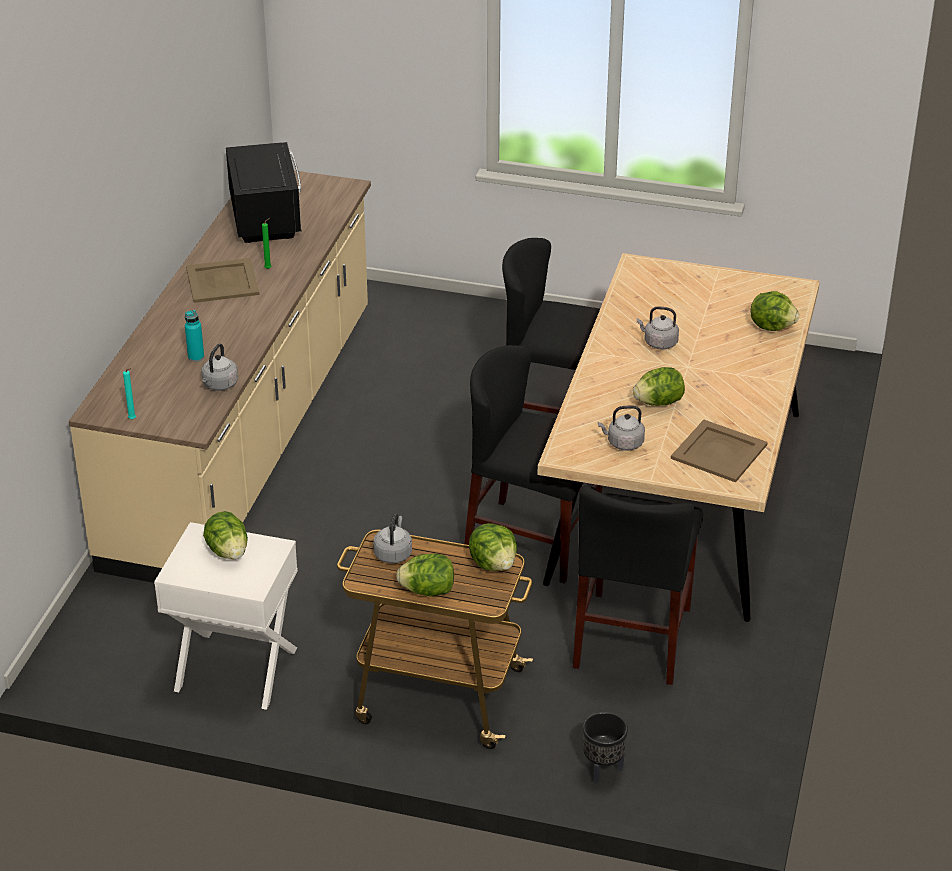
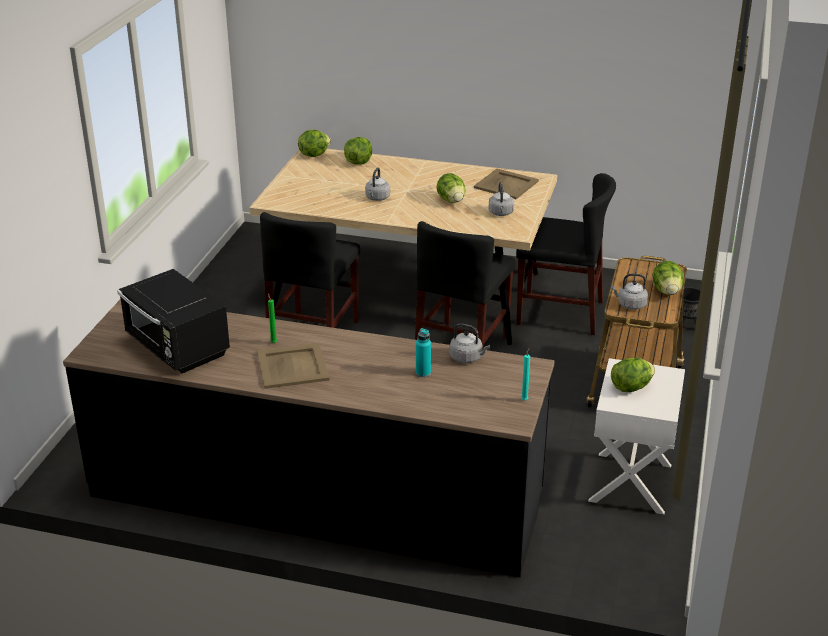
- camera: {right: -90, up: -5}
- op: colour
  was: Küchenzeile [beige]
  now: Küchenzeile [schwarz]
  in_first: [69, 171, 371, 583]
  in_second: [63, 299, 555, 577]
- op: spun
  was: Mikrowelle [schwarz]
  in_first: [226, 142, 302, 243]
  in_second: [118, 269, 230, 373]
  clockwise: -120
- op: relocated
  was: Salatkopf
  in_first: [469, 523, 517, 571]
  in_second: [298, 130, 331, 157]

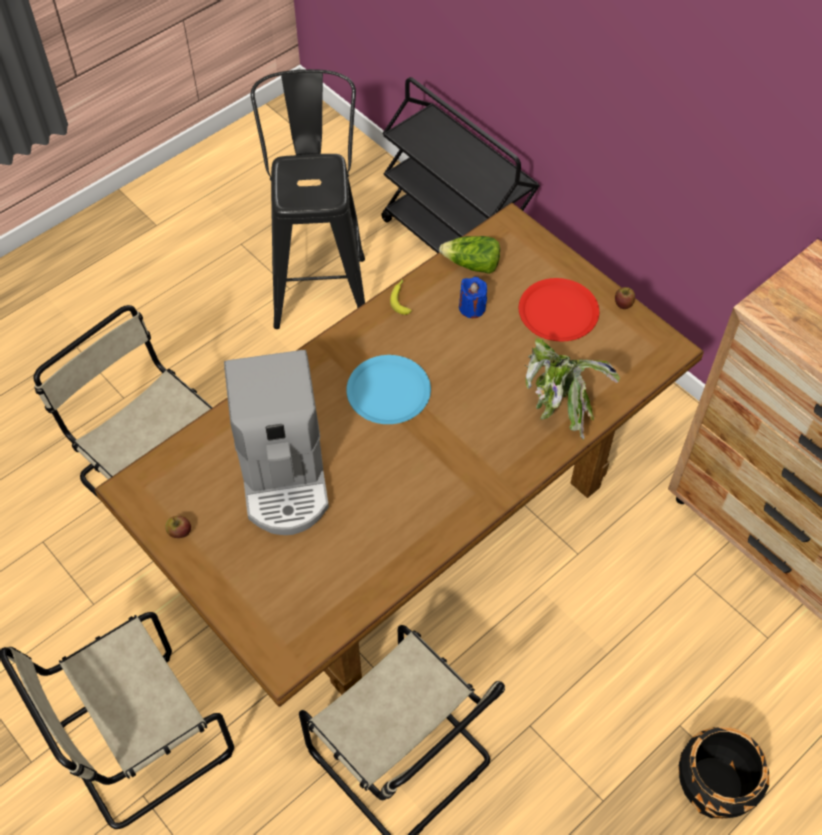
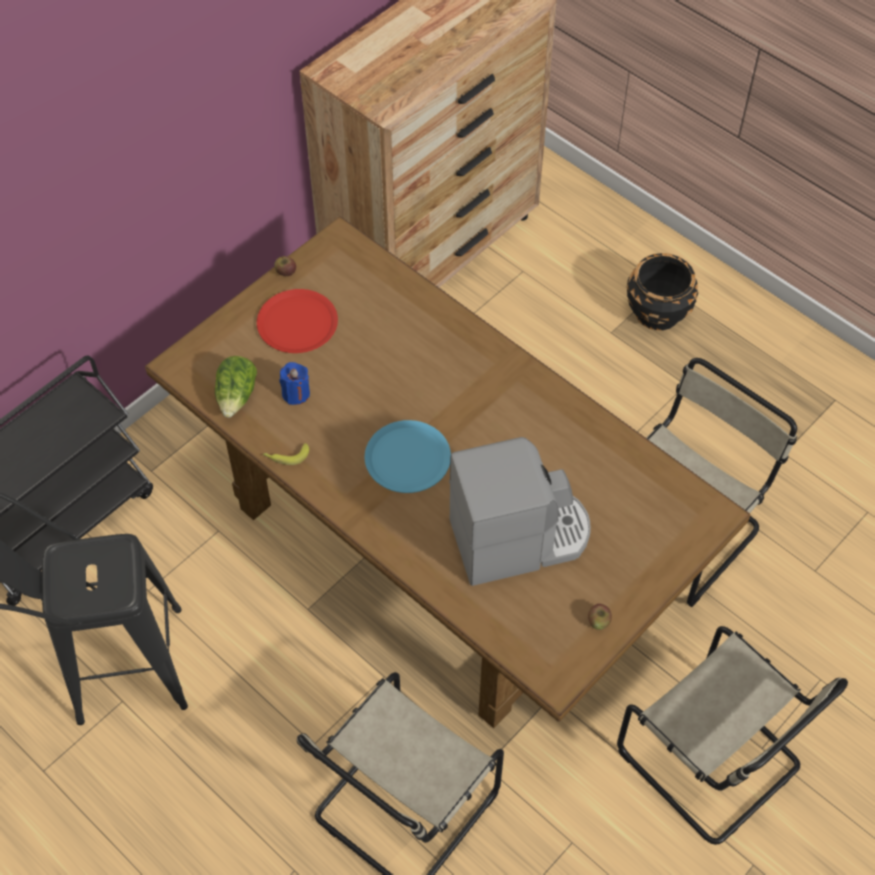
- camera: {right: -95, up: 0}
- op: missing
  was: Topfpflanze
  in_first: [525, 339, 620, 441]

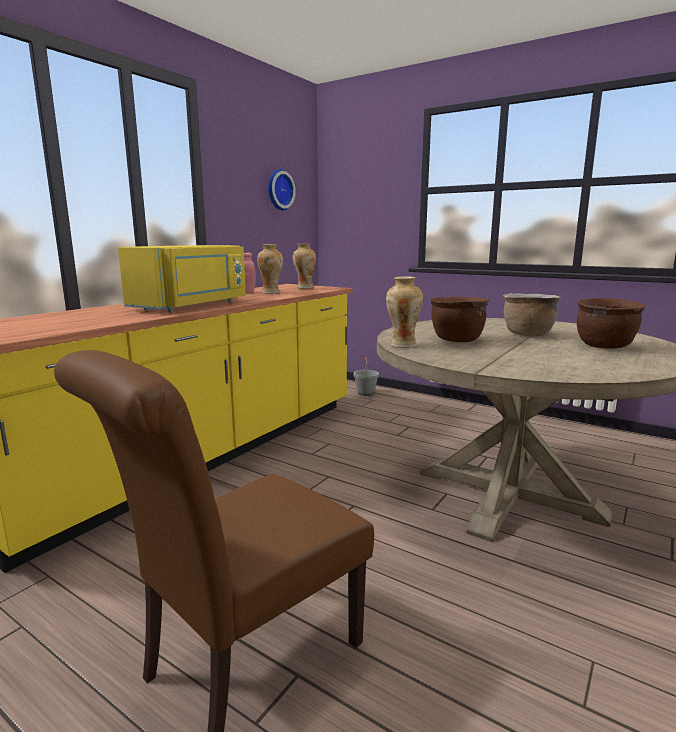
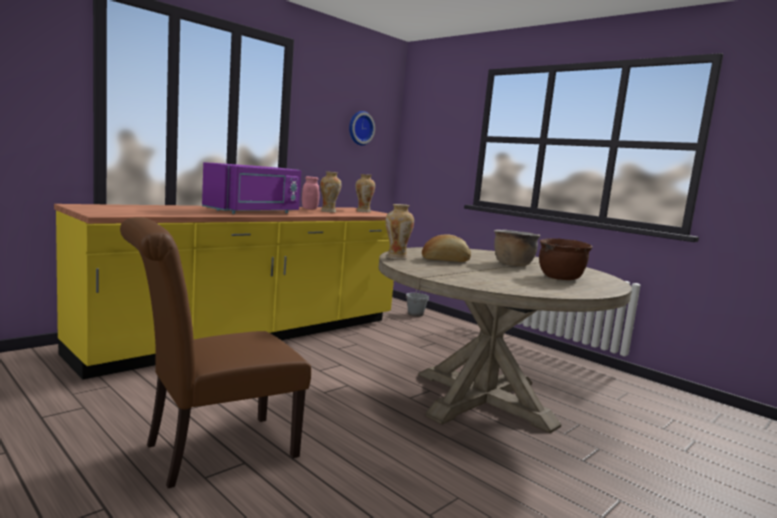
- camera: {right: 10, up: -5}
- op: colour
  was: Mikrowelle [gelb]
  now: Mikrowelle [lila]
  in_first: [118, 245, 246, 312]
  in_second: [202, 162, 301, 214]
- op: exchanged
  was: Kochtopf [braun]
  now: Brot
  in_first: [430, 297, 489, 342]
  in_second: [422, 234, 471, 262]

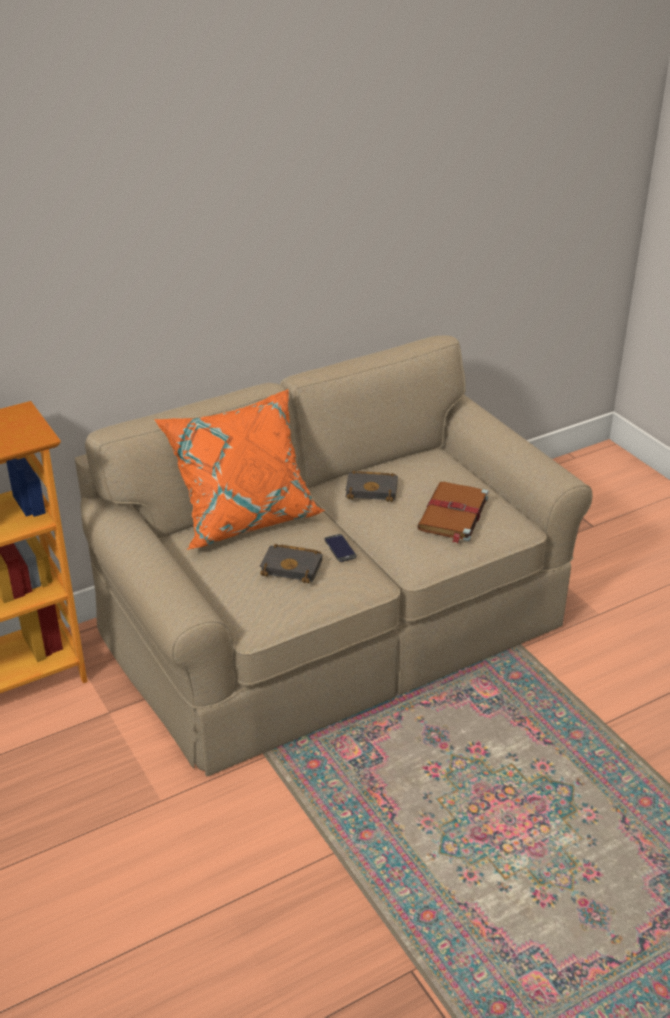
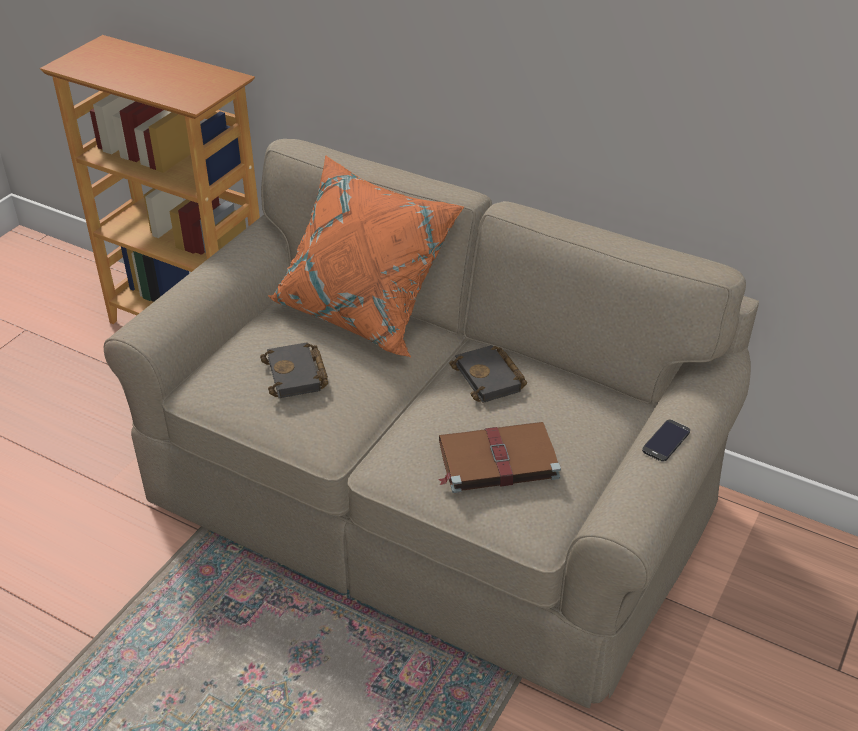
- camera: {right: 60, up: 5}
- op: relocated
  was: Handy
  in_first: [325, 534, 356, 562]
  in_second: [642, 420, 690, 462]

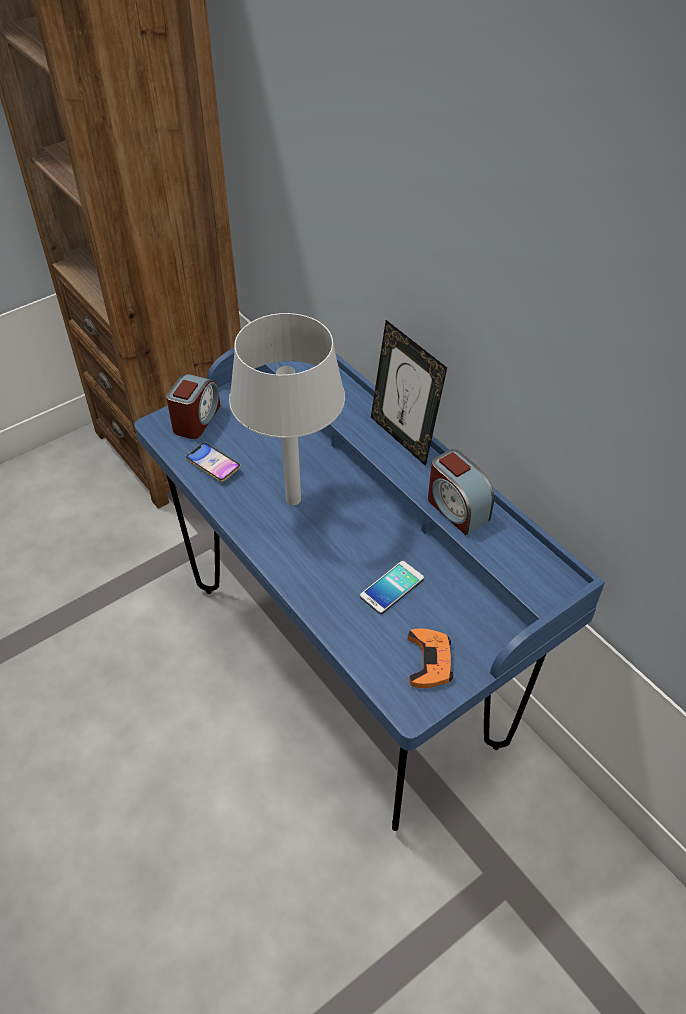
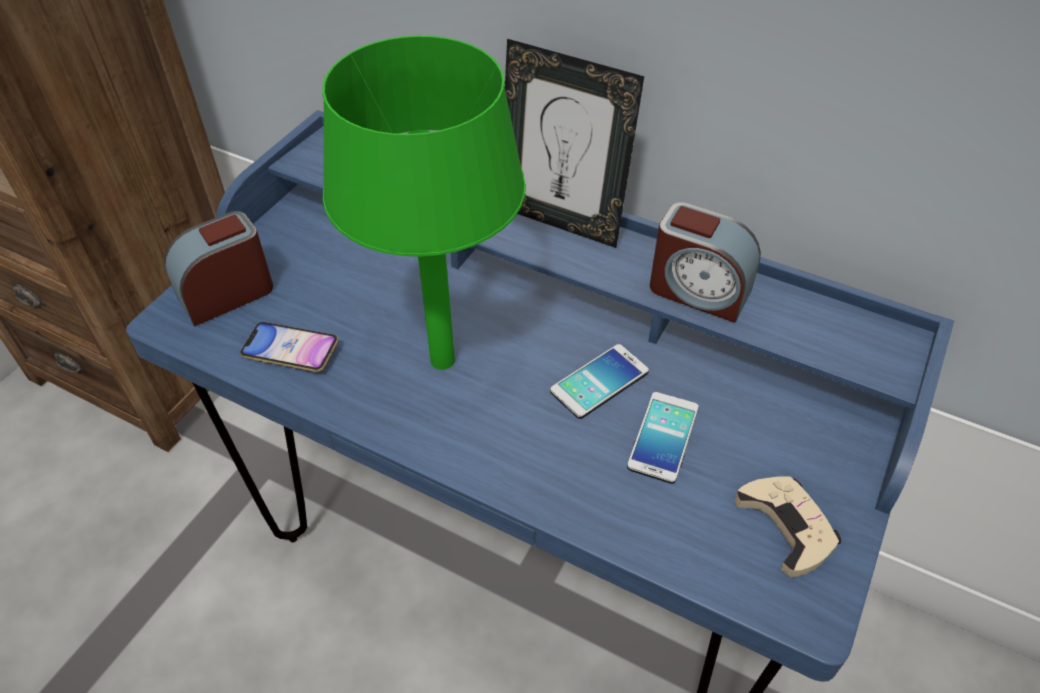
- camera: {right: -25, up: 0}
- op: spun
  was: Wecker
  in_first: [166, 374, 220, 439]
  in_second: [164, 211, 273, 326]
  clockwise: -120
- op: colour
  was: Tischlampe [grau]
  now: Tischlampe [grün]
  in_first: [229, 313, 345, 505]
  in_second: [322, 36, 526, 370]
- op: appeared
  now: Handy
  in_second: [550, 344, 649, 419]
- op: colour
  was: Gamepad [orange]
  now: Gamepad [beige]
  in_first: [408, 628, 453, 688]
  in_second: [735, 476, 841, 577]

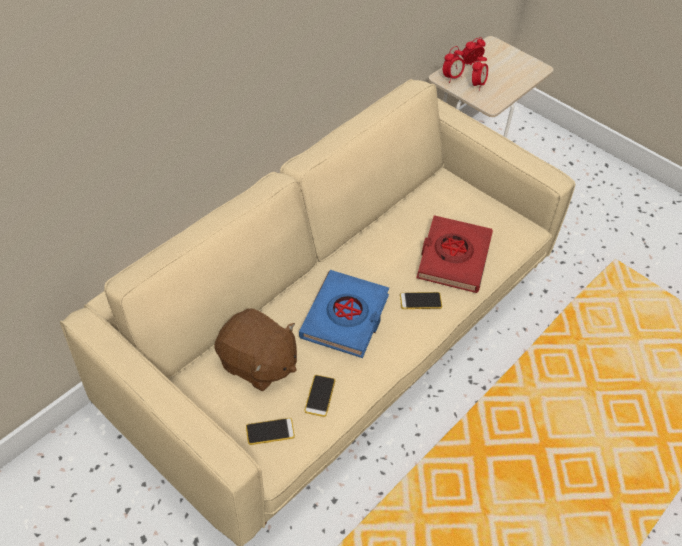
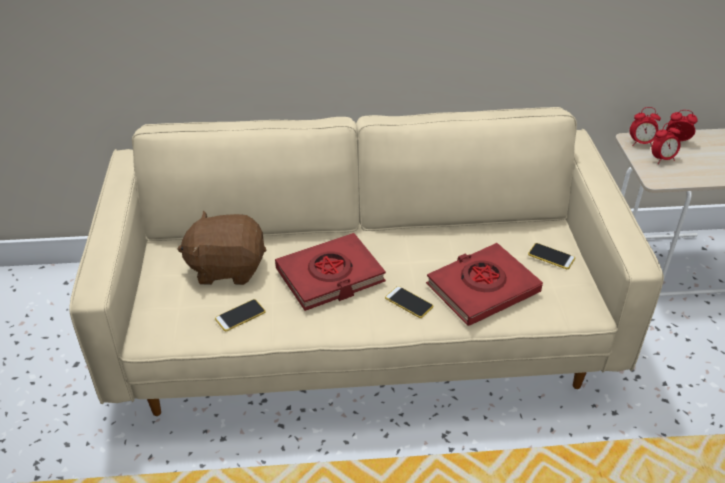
- camera: {right: 45, up: -10}
- op: spun
  was: Plüschtier [braun]
  in_first: [214, 308, 297, 391]
  in_second: [177, 210, 266, 285]
  clockwise: 105
- op: colour
  was: Buch [blau]
  now: Buch [rot]
  in_first: [299, 270, 389, 358]
  in_second: [275, 233, 386, 311]
- op: relocated
  was: Handy
  in_first: [246, 418, 295, 445]
  in_second: [528, 243, 575, 269]

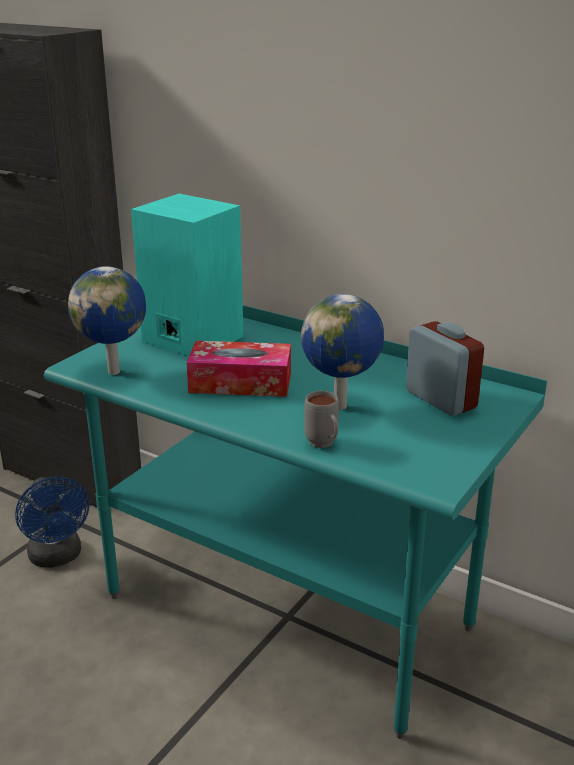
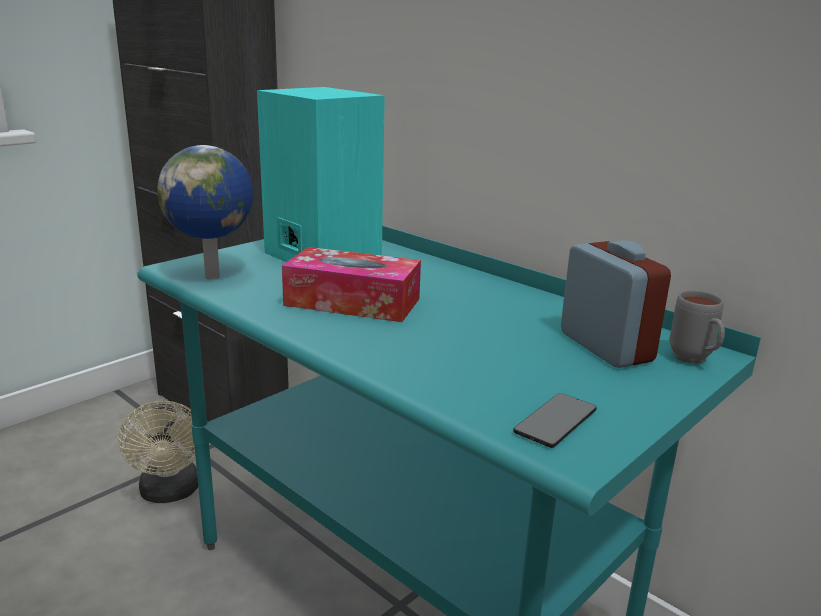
- camera: {right: 10, up: -5}
- op: colour
  was: Ventilator [blau]
  now: Ventilator [beige]
  in_first: [15, 477, 89, 568]
  in_second: [118, 401, 198, 503]
- op: appeared
  now: Handy
  in_second: [513, 393, 597, 448]
- op: relocated
  was: Henkelbecher [grau]
  in_first: [304, 391, 339, 448]
  in_second: [669, 290, 725, 364]
- op: missing
  was: Globus
  in_first: [301, 294, 384, 410]

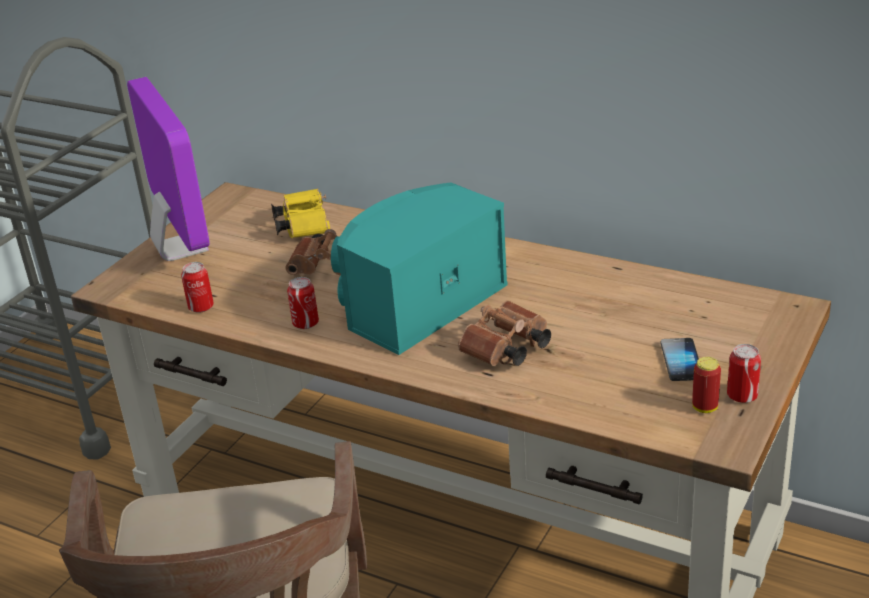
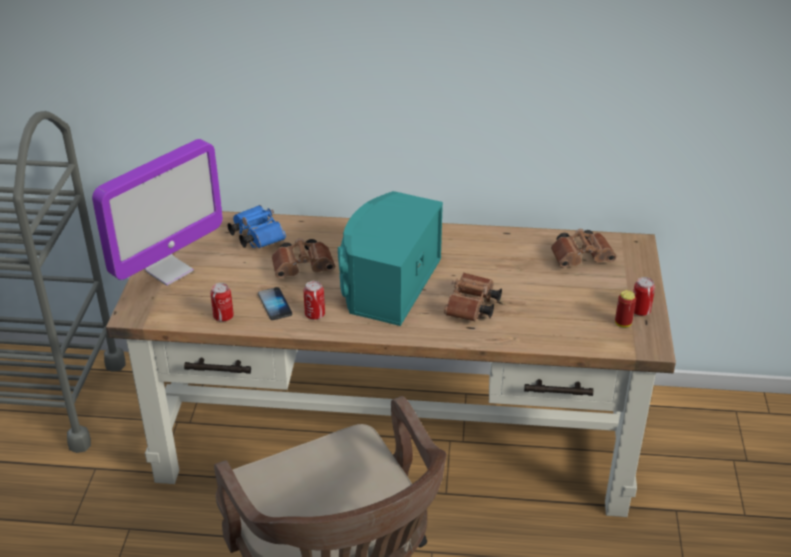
- camera: {right: -25, up: 5}
- op: spun
  was: Monitor
  in_first: [127, 77, 210, 261]
  in_second: [92, 139, 223, 286]
  clockwise: 90
- op: colour
  was: Fernglas [gelb]
  now: Fernglas [blau]
  in_first: [271, 188, 330, 238]
  in_second: [228, 205, 286, 248]
- op: relocated
  was: Handy
  in_first: [661, 338, 699, 381]
  in_second: [258, 287, 292, 320]
- op: appeared
  now: Fernglas [braun]
  in_second: [551, 229, 617, 268]

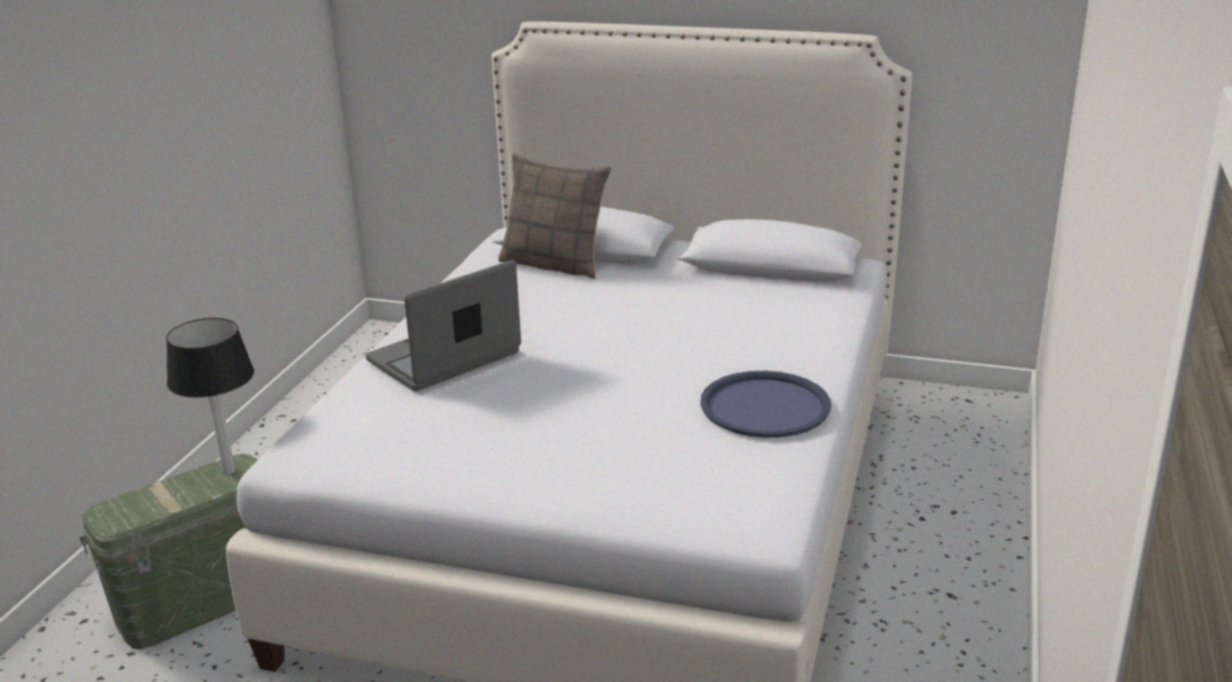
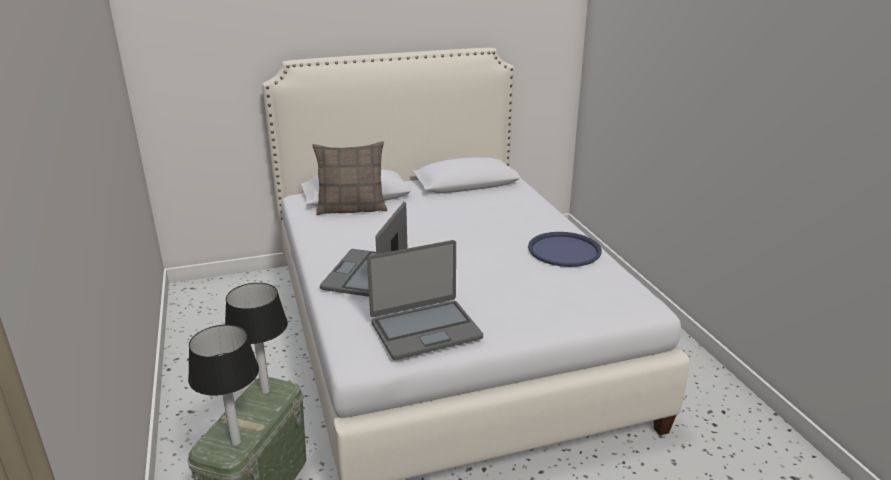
- camera: {right: -35, up: 0}
- op: appeared
  now: Tischlampe
  in_second: [188, 325, 259, 446]
- op: appeared
  now: Laptop
  in_second: [367, 240, 483, 360]

